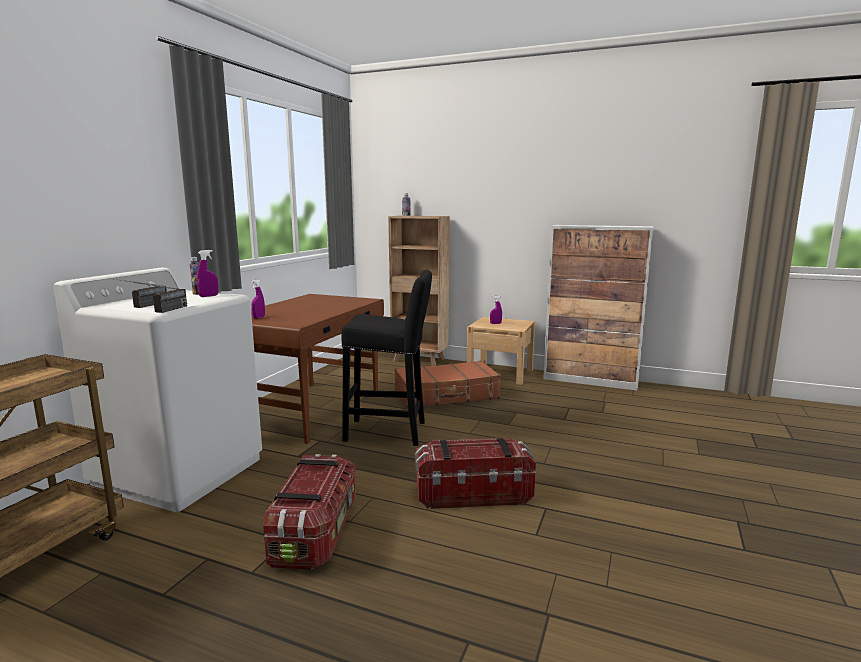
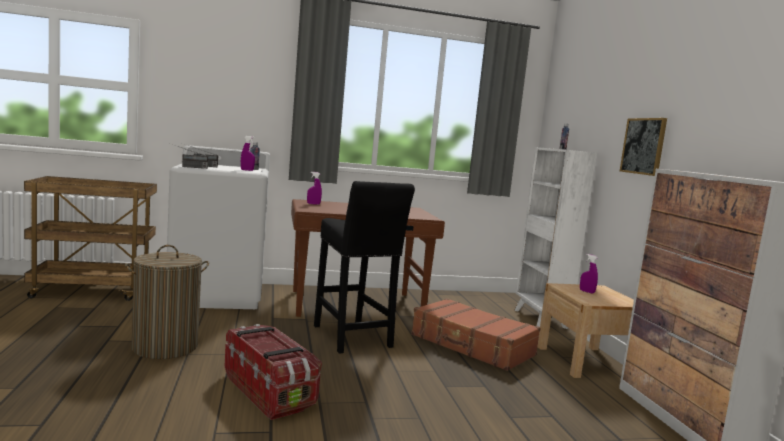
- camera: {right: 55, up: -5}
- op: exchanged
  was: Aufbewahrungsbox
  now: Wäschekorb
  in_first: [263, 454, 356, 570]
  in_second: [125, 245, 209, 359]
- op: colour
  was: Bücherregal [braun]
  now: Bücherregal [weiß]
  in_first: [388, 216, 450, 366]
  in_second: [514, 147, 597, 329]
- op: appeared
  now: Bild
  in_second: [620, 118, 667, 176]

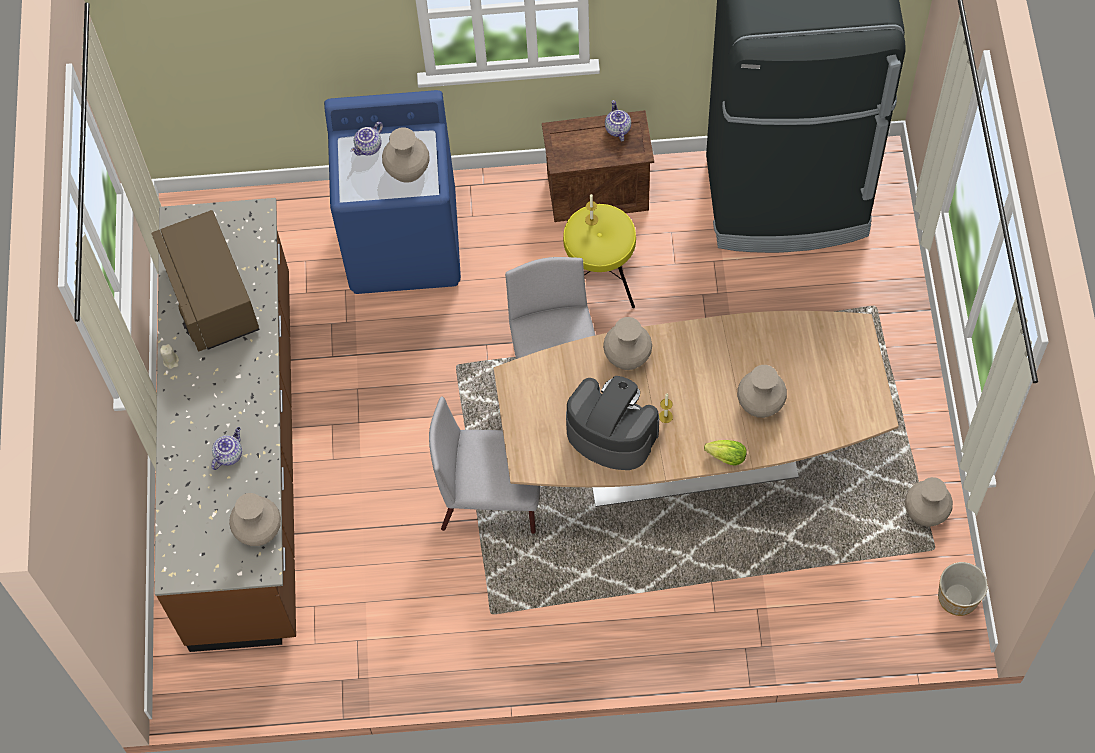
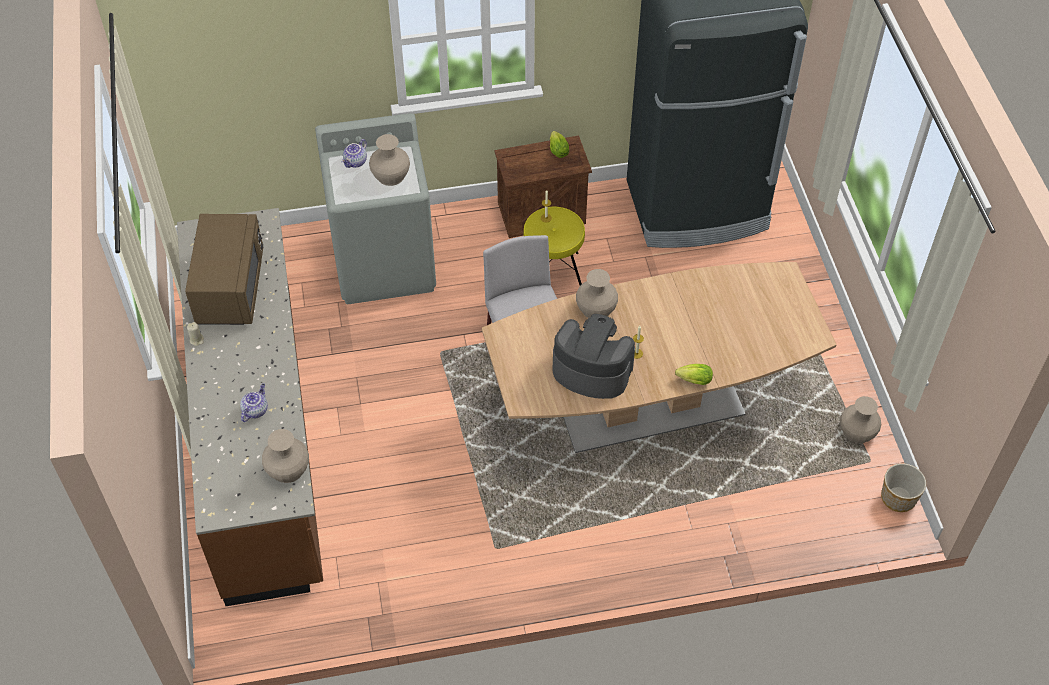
- camera: {right: -10, up: -10}
- op: spun
  was: Mikrowelle [braun]
  in_first: [152, 210, 260, 352]
  in_second: [185, 214, 263, 325]
  clockwise: -150
- op: colour
  was: Waschmaschine [blau]
  now: Waschmaschine [grau]
  in_first: [324, 90, 461, 294]
  in_second: [315, 113, 436, 304]
- op: exchanged
  was: Teekanne
  now: Salatkopf
  in_first: [605, 100, 631, 142]
  in_second: [550, 131, 569, 158]
- op: missing
  was: Stuhl [grau]
  in_first: [429, 396, 540, 534]
- op: missing
  was: Vase [beige]
  in_first: [737, 365, 787, 418]

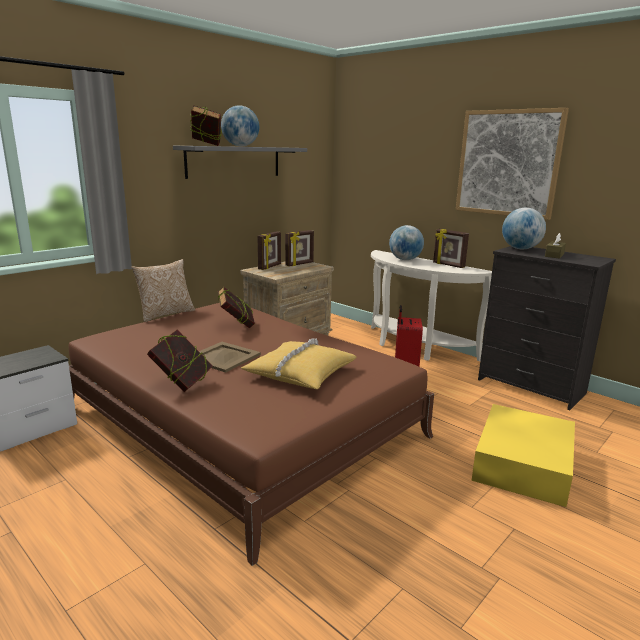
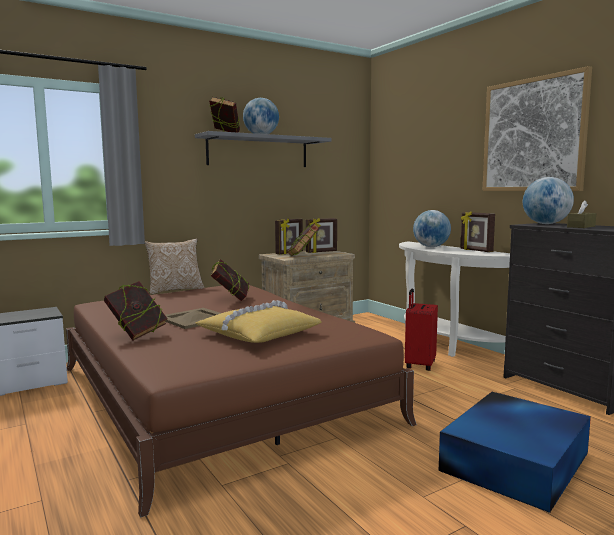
- camera: {right: 15, up: -10}
- op: appeared
  now: Buch
  in_second: [287, 223, 320, 256]
- op: colour
  was: Aufbewahrungsbox [gelb]
  now: Aufbewahrungsbox [blau]
  in_first: [471, 404, 575, 507]
  in_second: [439, 392, 591, 513]

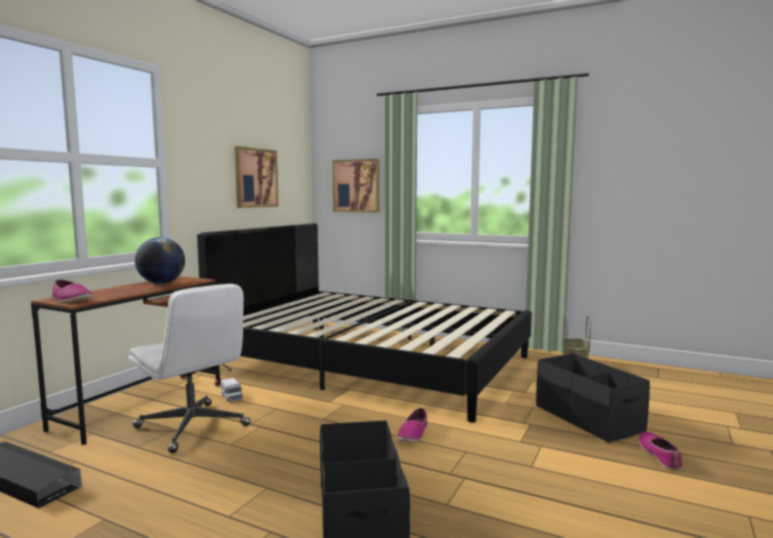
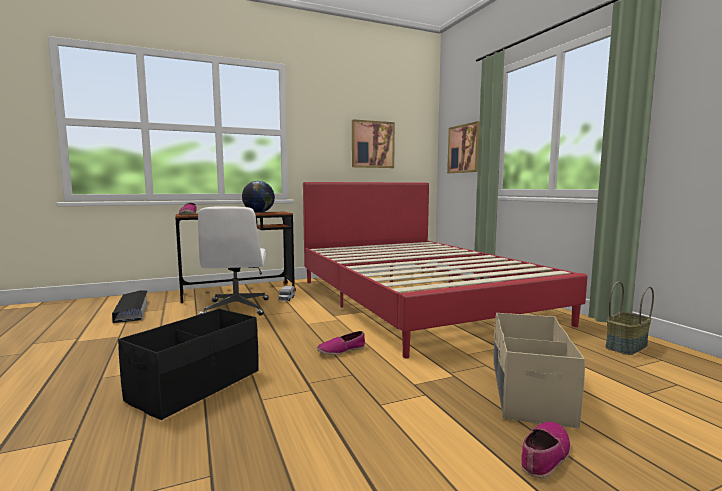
- camera: {right: 40, up: 0}
- op: colour
  was: Bett [schwarz]
  now: Bett [rot]
  in_first: [197, 223, 532, 423]
  in_second: [303, 182, 587, 359]
- op: colour
  was: Aufbewahrungsbox [schwarz]
  now: Aufbewahrungsbox [beige]
  in_first: [536, 353, 650, 443]
  in_second: [493, 313, 585, 428]

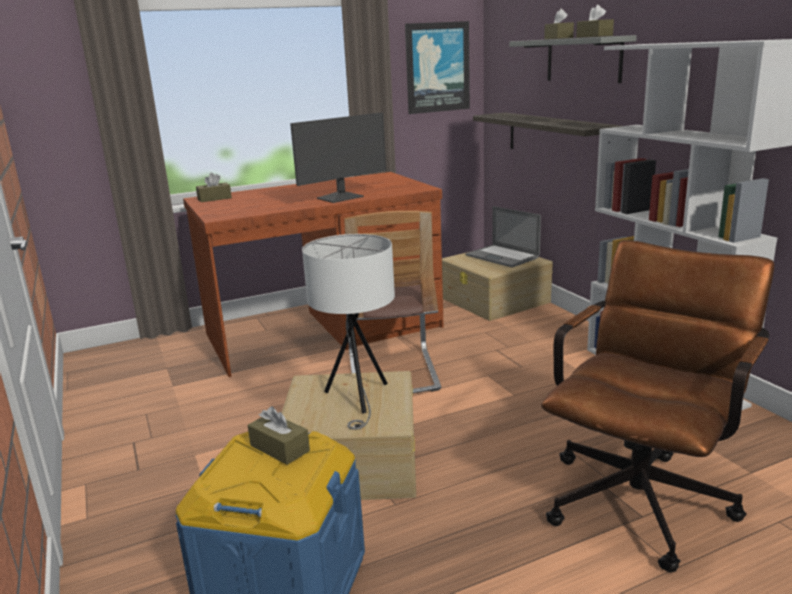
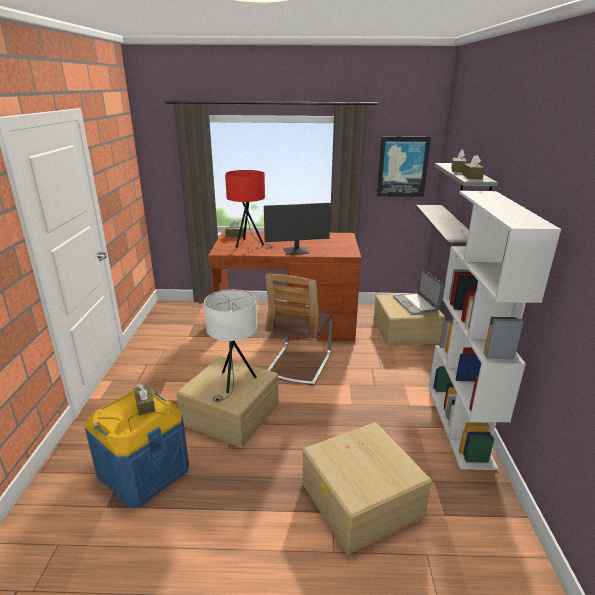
- camera: {right: 25, up: 5}
- op: appeared
  now: Tischlampe [rot]
  in_second: [225, 170, 273, 248]
- op: exchanged
  was: Bürostuhl [braun]
  now: Aufbewahrungsbox [beige]
  in_first: [541, 240, 775, 573]
  in_second: [302, 422, 432, 555]

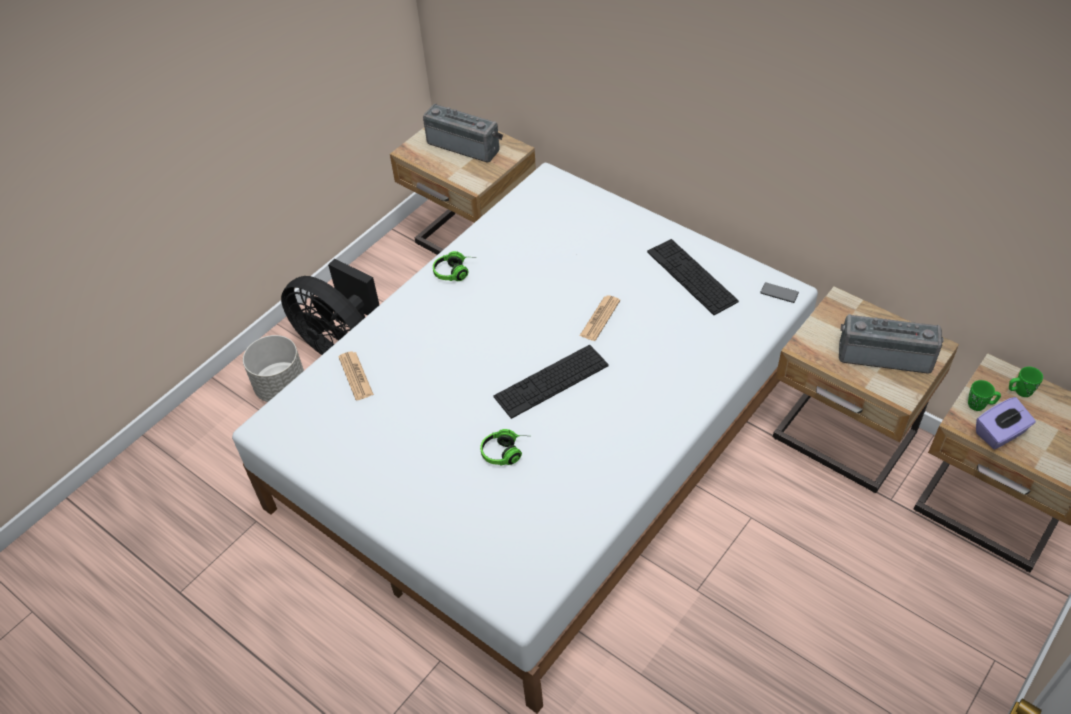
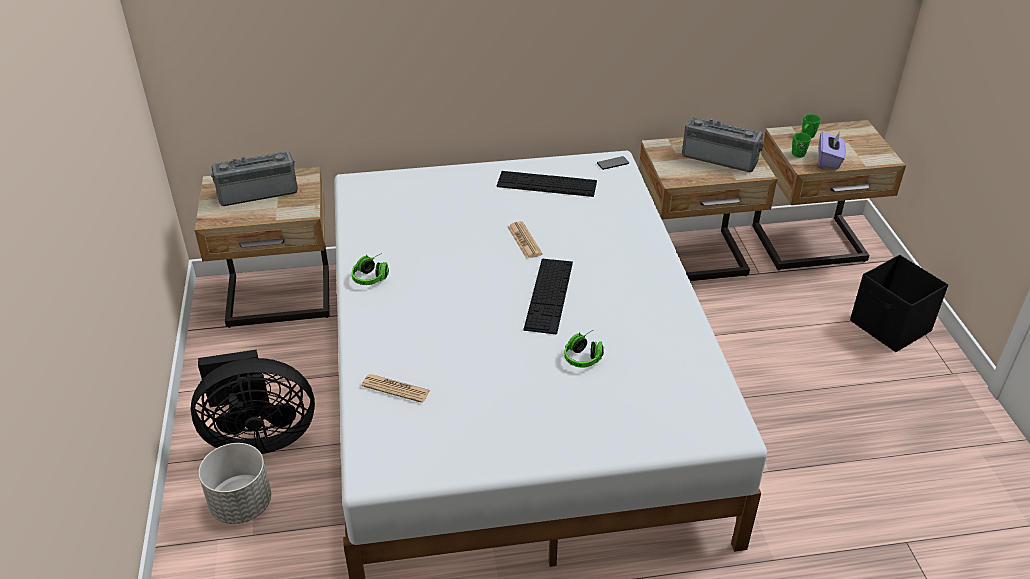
- camera: {right: -50, up: -10}
- op: spun
  was: Radio
  in_first: [839, 314, 944, 374]
  in_second: [682, 117, 763, 172]
  clockwise: 60
- op: appeared
  now: Aufbewahrungsbox [schwarz]
  in_second: [850, 255, 948, 352]

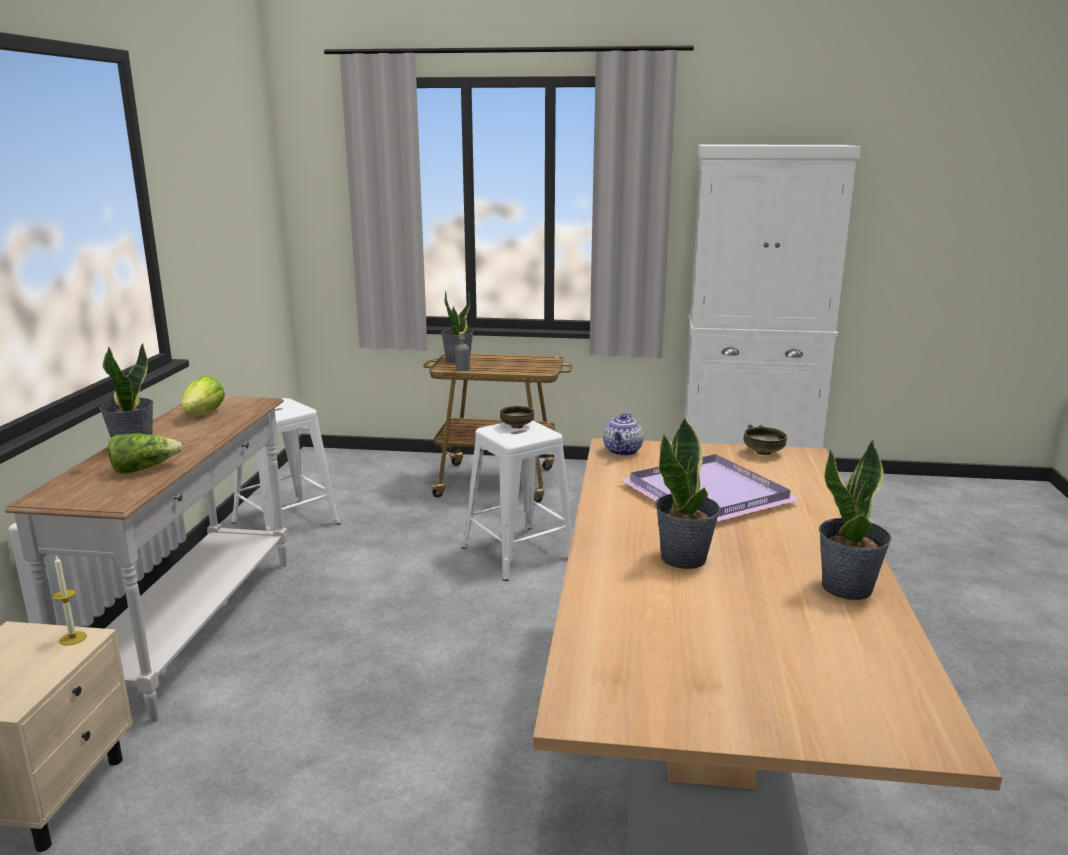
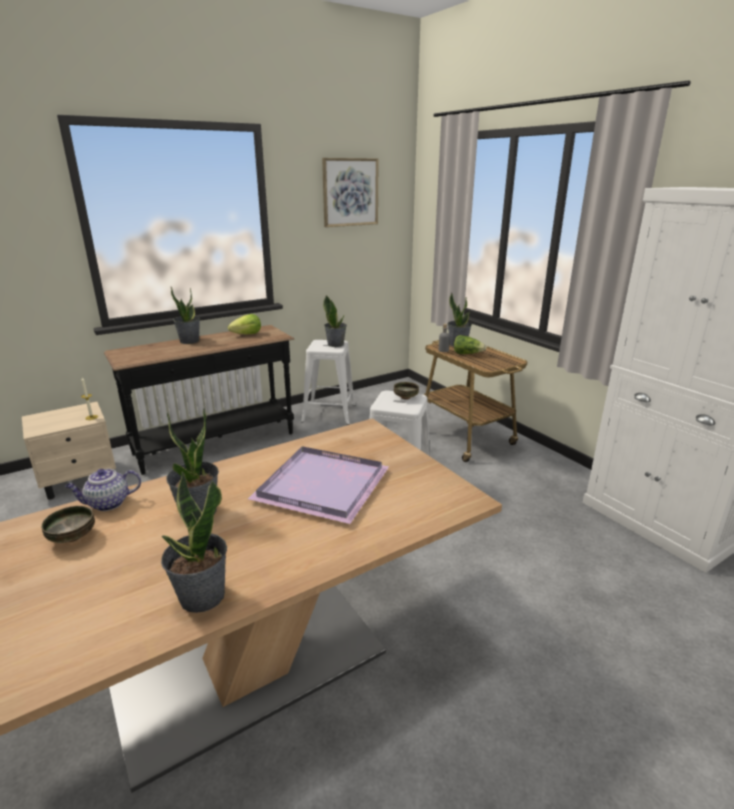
- camera: {right: 50, up: 5}
- op: relocated
  was: Schüssel
  in_first: [744, 427, 787, 455]
  in_second: [41, 506, 95, 543]
- op: relocated
  was: Teekanne
  in_first: [603, 413, 644, 456]
  in_second: [65, 469, 141, 511]
- op: colour
  was: Konsolentisch [weiß]
  now: Konsolentisch [schwarz]
  in_first: [5, 396, 288, 723]
  in_second: [104, 325, 294, 475]
- op: appeared
  now: Bild
  in_second: [322, 158, 379, 227]
- op: appeared
  now: Topfpflanze
  in_second: [323, 295, 347, 347]
- op: relocated
  was: Salatkopf
  in_first: [108, 433, 183, 474]
  in_second: [454, 335, 487, 354]

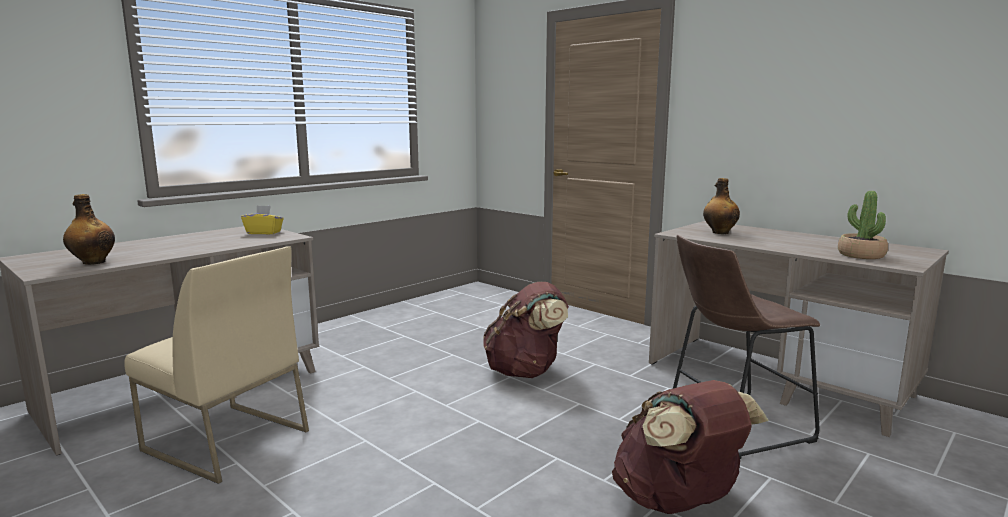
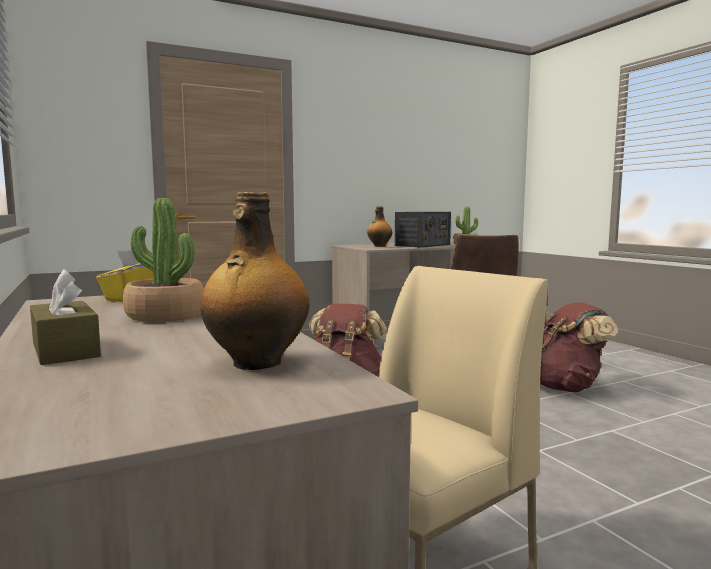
- camera: {right: -70, up: -5}
- op: appeared
  now: Taschentuchbox [braun]
  in_second: [30, 269, 101, 365]
- op: appeared
  now: Topfpflanze
  in_second: [123, 198, 204, 322]
- op: appeared
  now: Radio
  in_second: [395, 212, 451, 248]

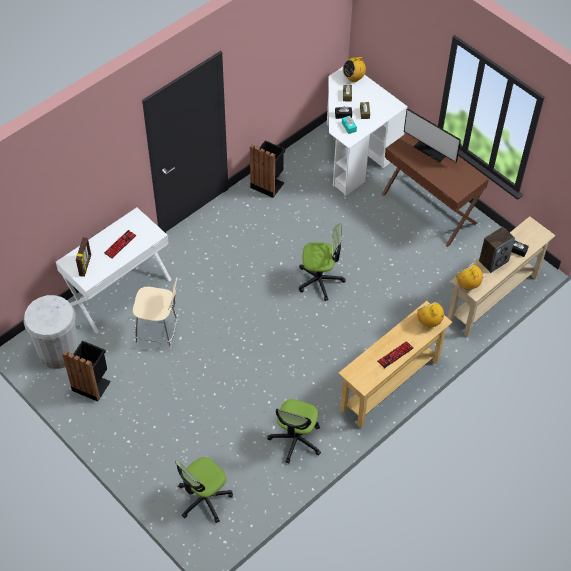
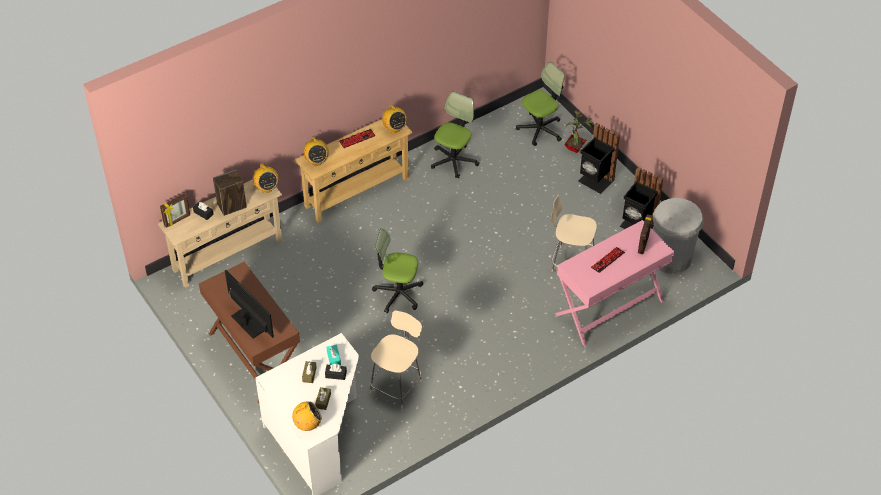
- camera: {right: -170, up: -5}
- op: appeared
  now: Bilderrahmen
  in_second: [160, 194, 190, 228]
- op: appeared
  now: Stuhl [beige]
  in_second: [370, 310, 422, 408]
- op: appeared
  now: Radio
  in_second: [382, 104, 407, 133]
- op: colour
  was: Schreibtisch [weiß]
  now: Schreibtisch [rosa]
  in_first: [56, 207, 171, 334]
  in_second: [555, 220, 675, 346]
- op: appeared
  now: Topfpflanze
  in_second: [564, 110, 594, 153]
- op: relocated
  was: Mülleimer [schwarz]
  in_first: [250, 140, 285, 198]
  in_second: [578, 123, 620, 194]

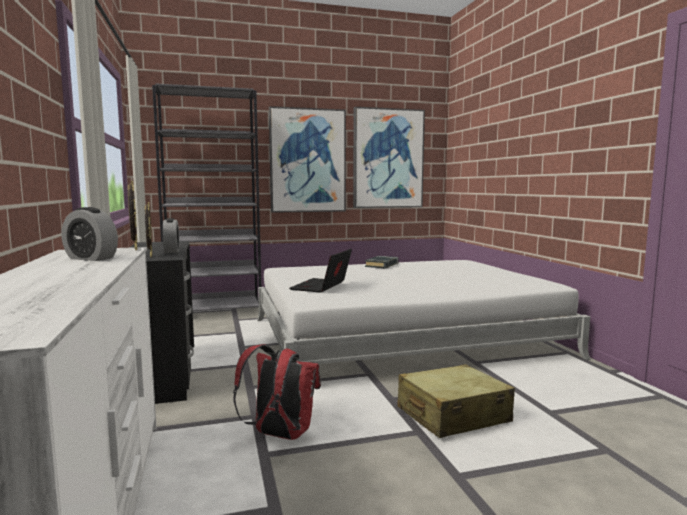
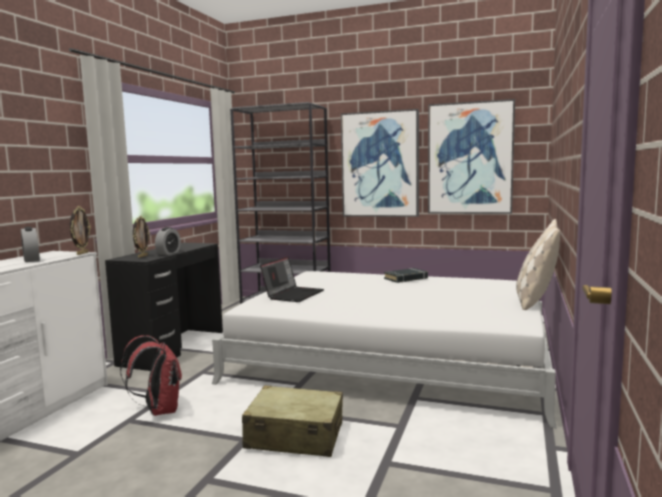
- camera: {right: 35, up: 0}
- op: spun
  was: Laptop
  in_first: [289, 249, 352, 293]
  in_second: [260, 257, 324, 302]
  clockwise: 150
- op: appeared
  now: Kissen [beige]
  in_second: [516, 219, 560, 310]

